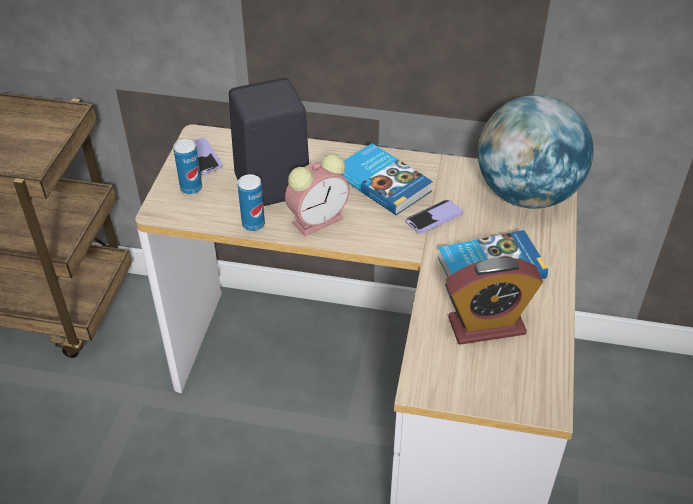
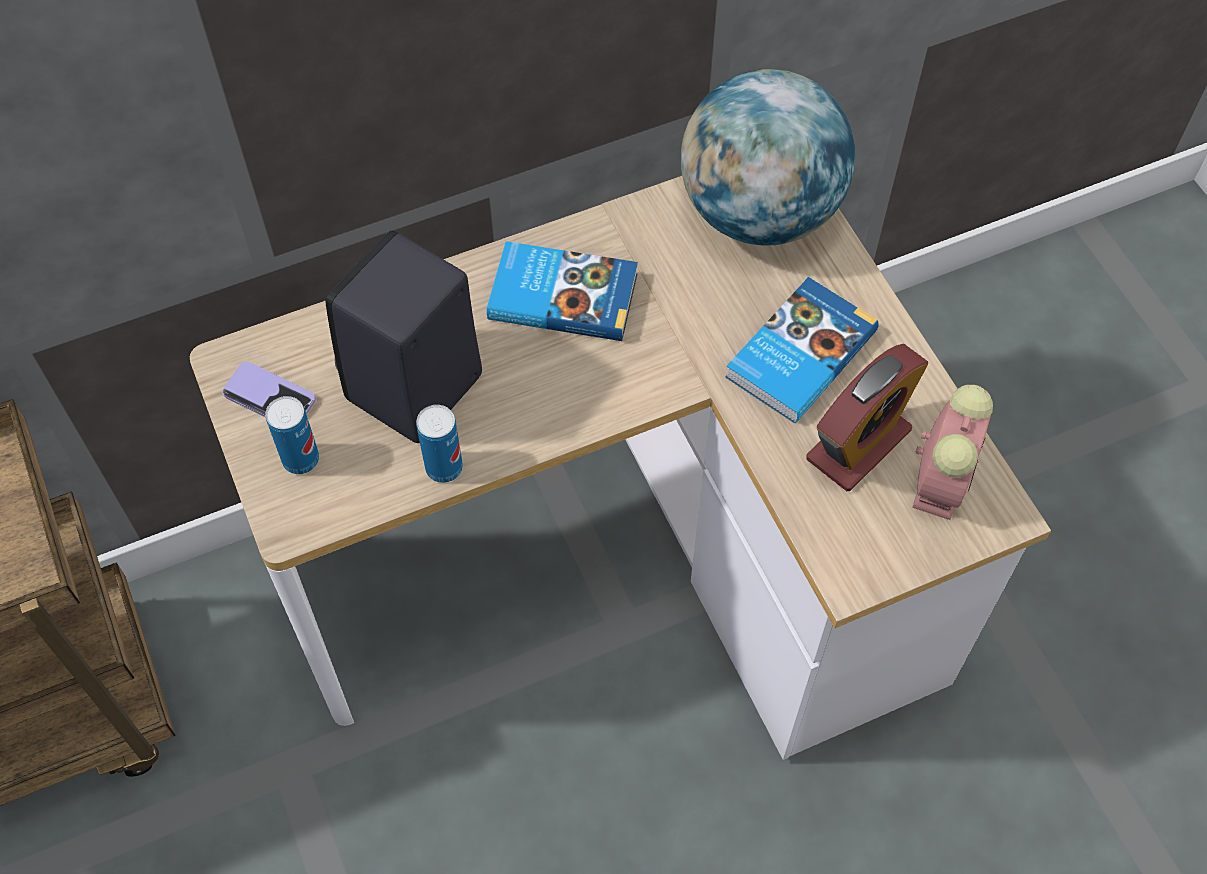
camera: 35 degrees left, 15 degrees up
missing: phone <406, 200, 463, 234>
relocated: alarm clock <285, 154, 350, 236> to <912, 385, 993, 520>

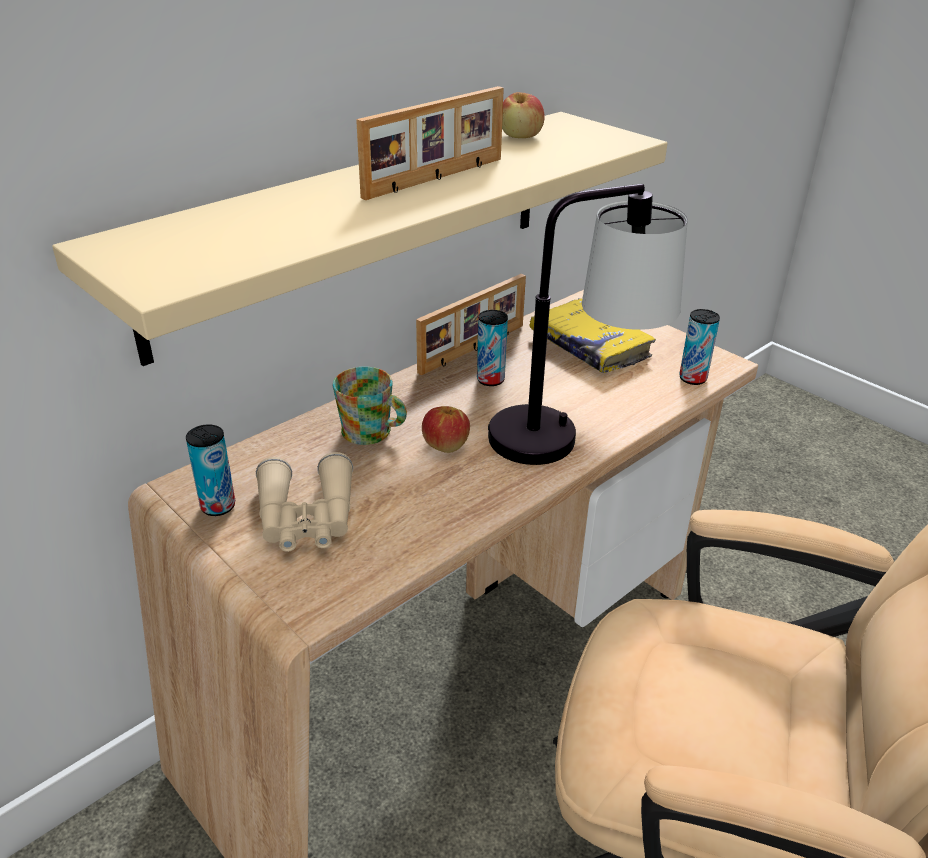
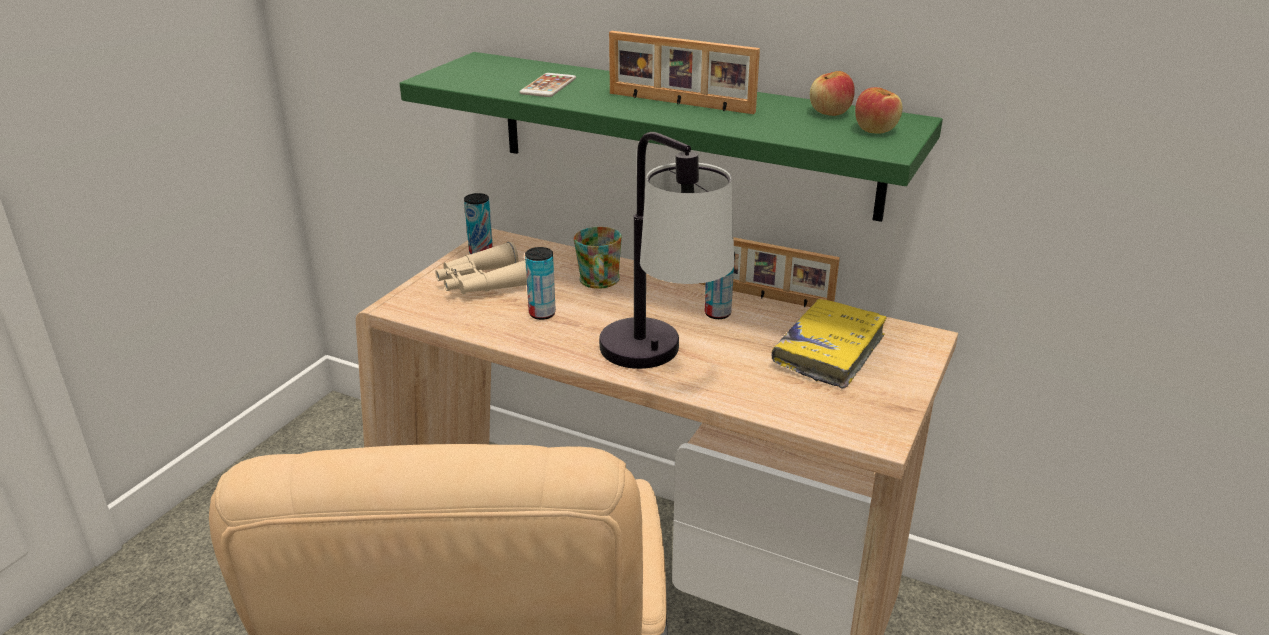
camera: 70 degrees right, 5 degrees down
appeared: phone <520, 73, 576, 97>
relocated: can <679, 309, 720, 385> to <525, 247, 556, 320>; apple <422, 406, 470, 453> to <855, 87, 902, 134>
colour: beige shelf <52, 112, 668, 366> to green shelf <400, 52, 943, 222>

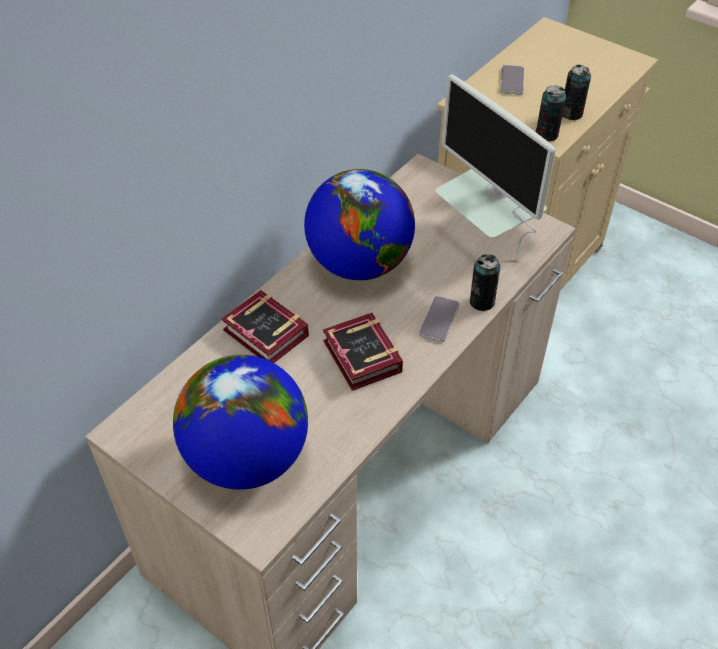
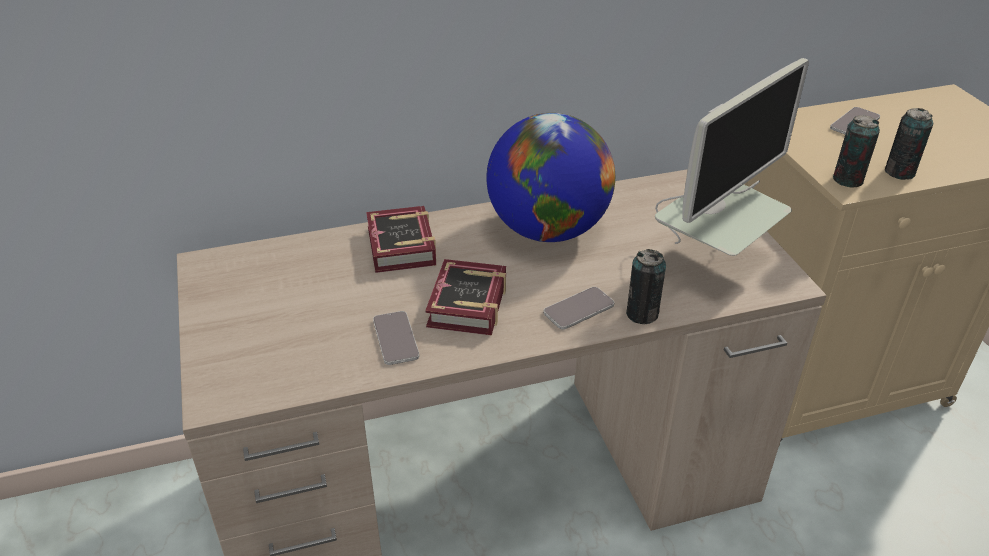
camera: 35 degrees right, 10 degrees down
missing: globe <173, 355, 308, 490>
appeared: phone <373, 311, 419, 365>
spun: monitor <435, 75, 556, 261> = <655, 58, 809, 256> 135 degrees counterclockwise

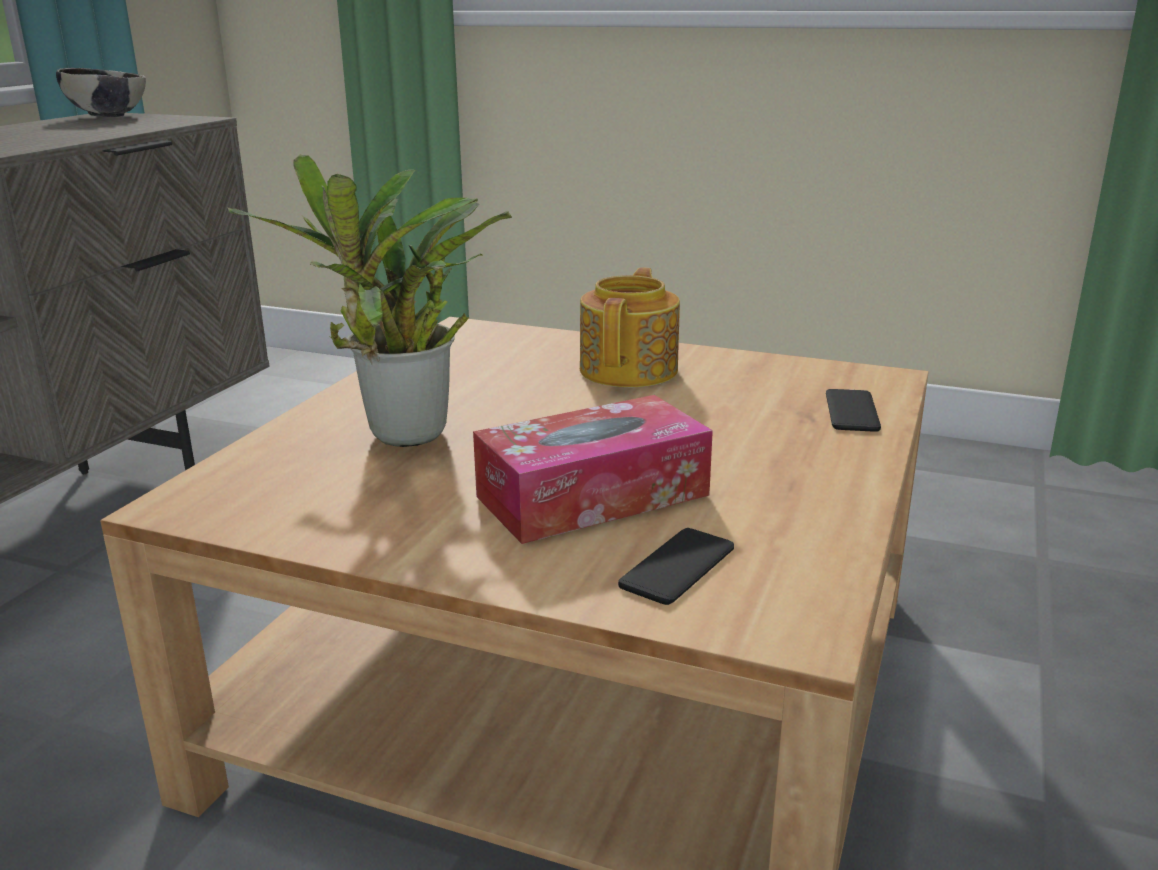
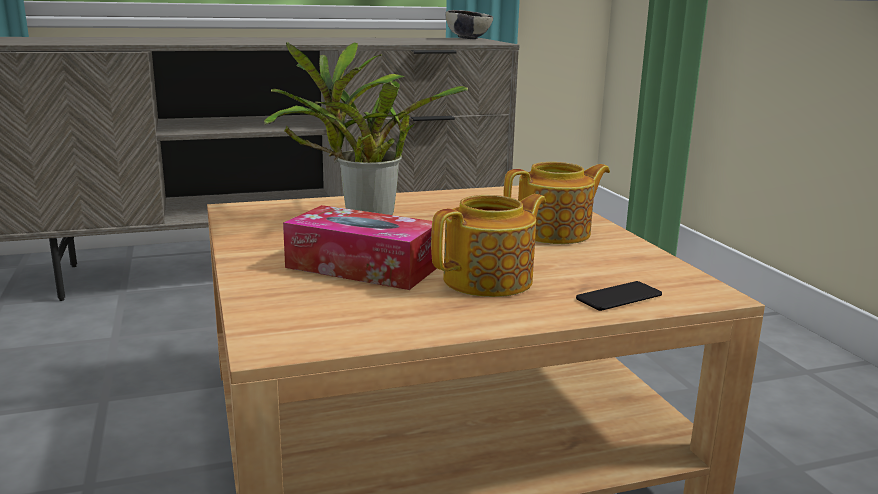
camera: 50 degrees right, 5 degrees down
missing: phone <618, 528, 734, 605>
appeared: teapot <431, 194, 546, 297>

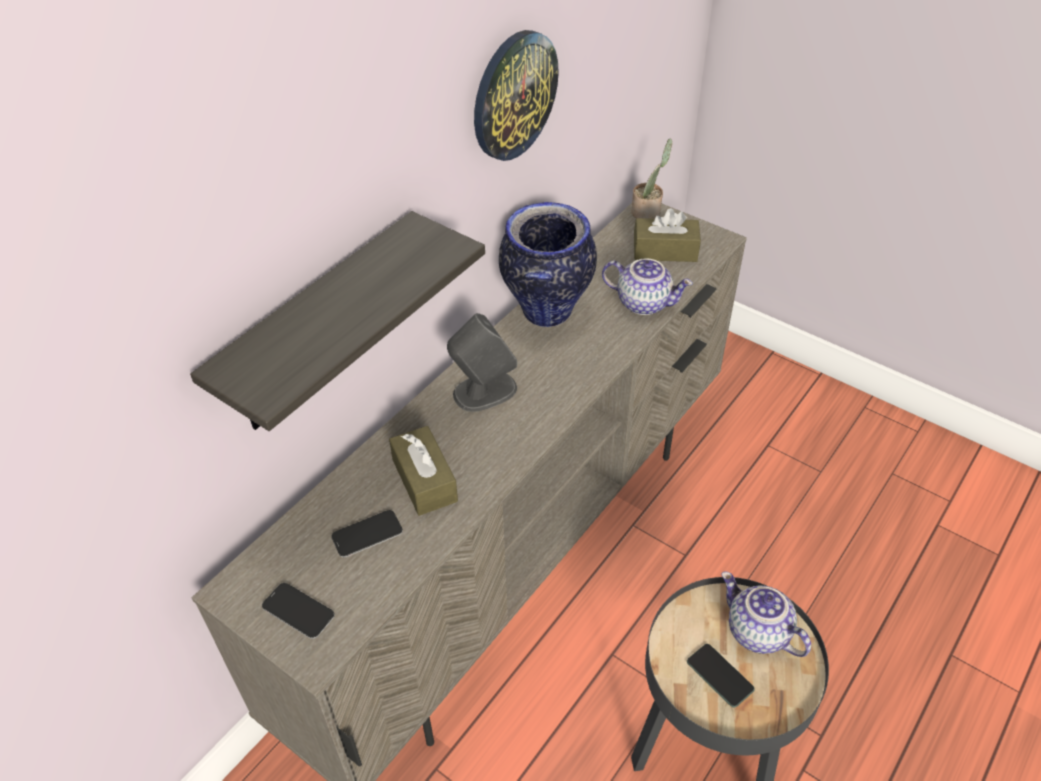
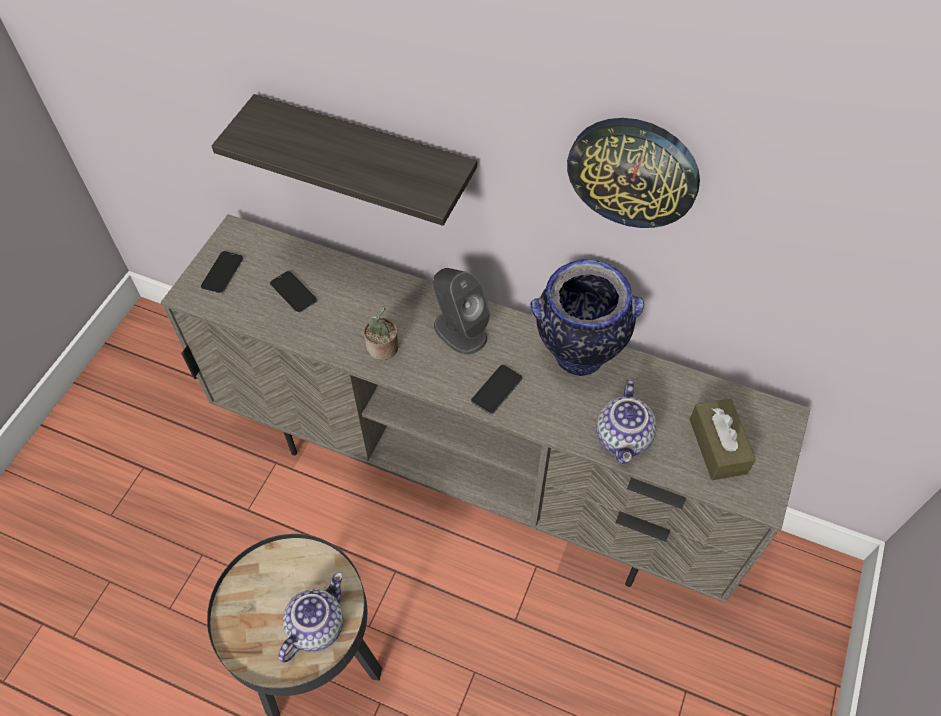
camera: 75 degrees right, 10 degrees up
missing: brown tissue box <389, 426, 458, 516>
relocated: potted plant <631, 138, 672, 219> to <364, 306, 398, 360>; phone <687, 644, 755, 708> to <471, 365, 522, 414>

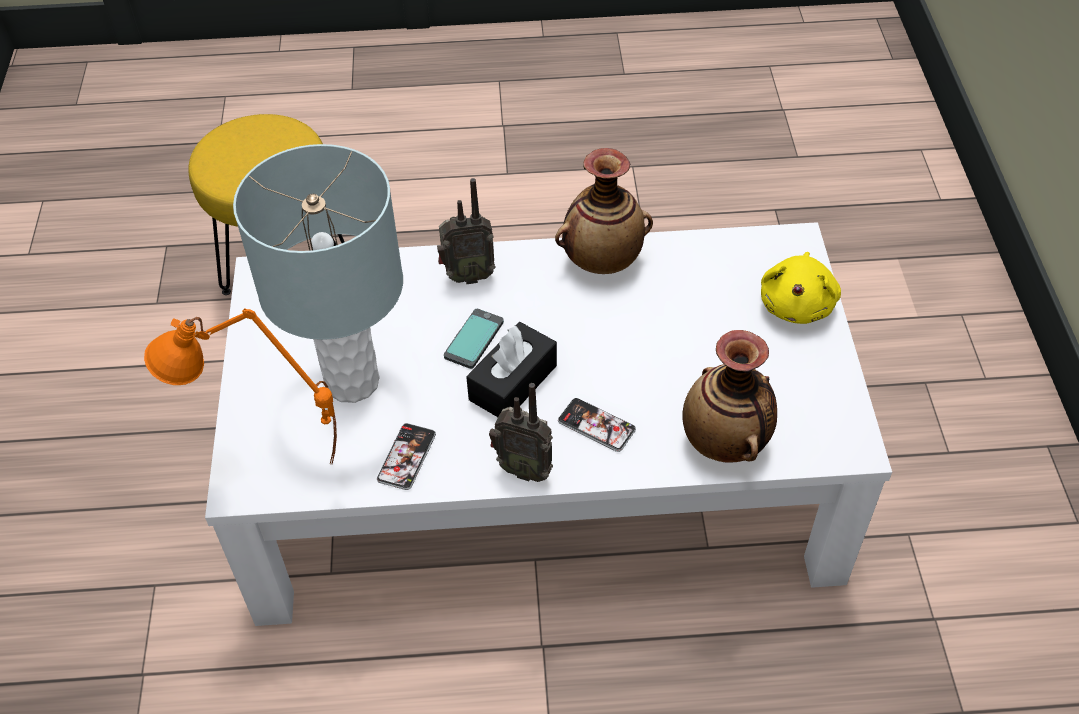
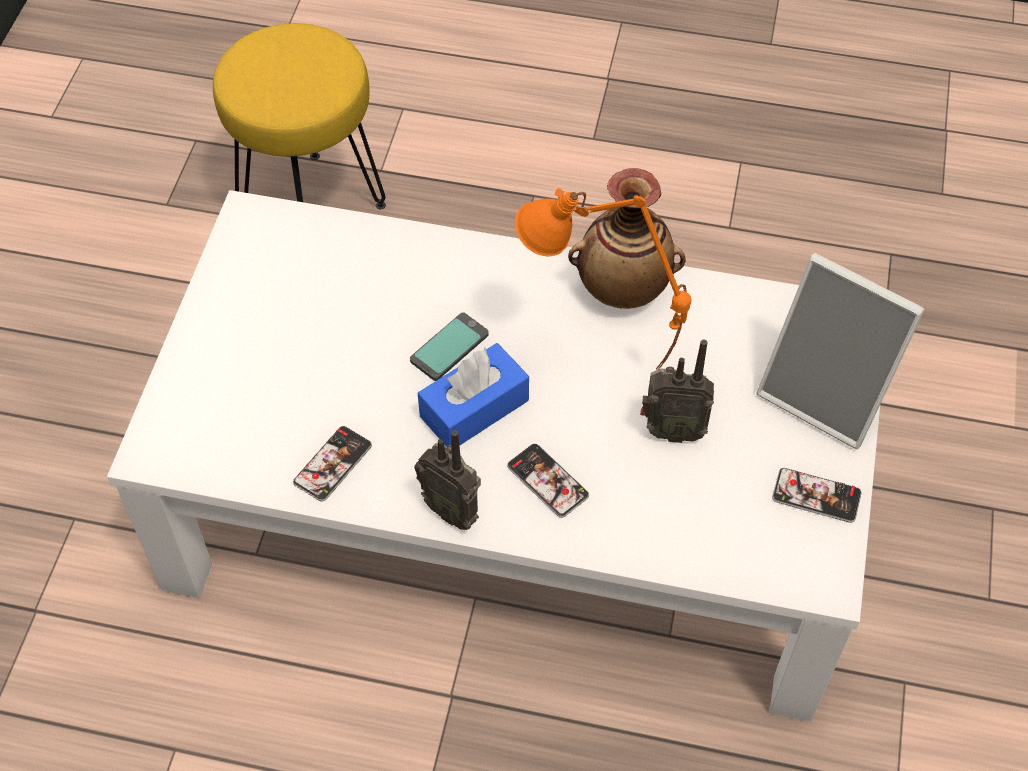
camera: 15 degrees right, 5 degrees up
missing: grey table lamp <233, 144, 403, 403>; vase <682, 330, 777, 463>
appeared: phone <772, 468, 862, 523>
relocated: radio <437, 178, 496, 284> to <640, 340, 714, 443>; orange table lamp <144, 308, 337, 465> to <515, 188, 691, 370>
exchanged: yellow plush toy <761, 252, 841, 324> to picture frame <756, 253, 925, 449>
colour: black tissue box <466, 322, 557, 417> to blue tissue box <418, 343, 529, 447>

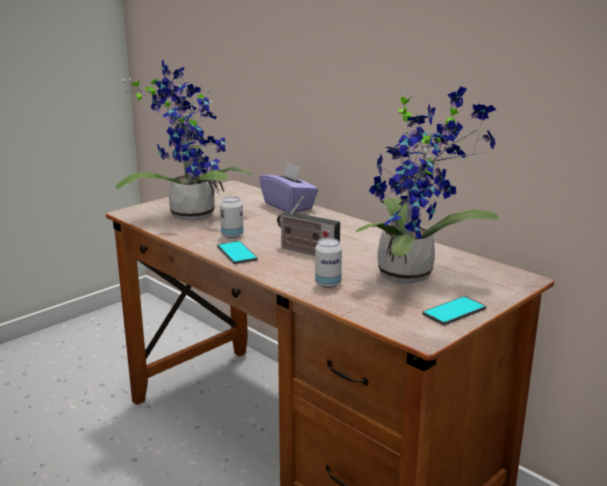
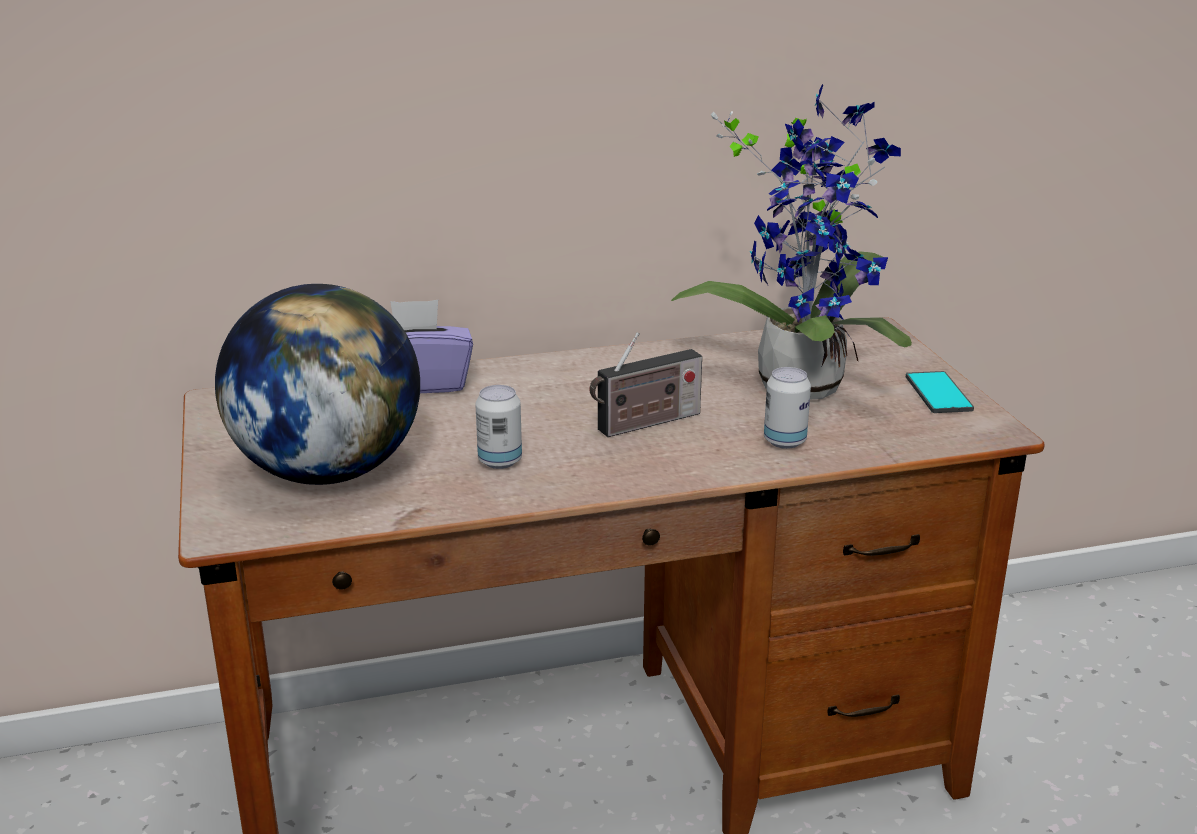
camera: 60 degrees left, 5 degrees up
missing: phone <217, 241, 258, 264>
exchanged: potted plant <115, 59, 253, 221> to globe <215, 284, 420, 485>

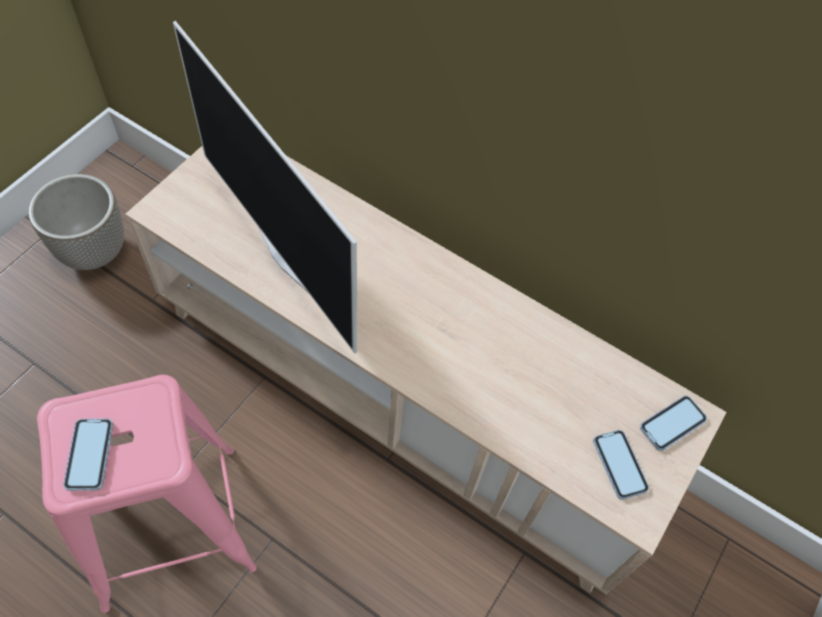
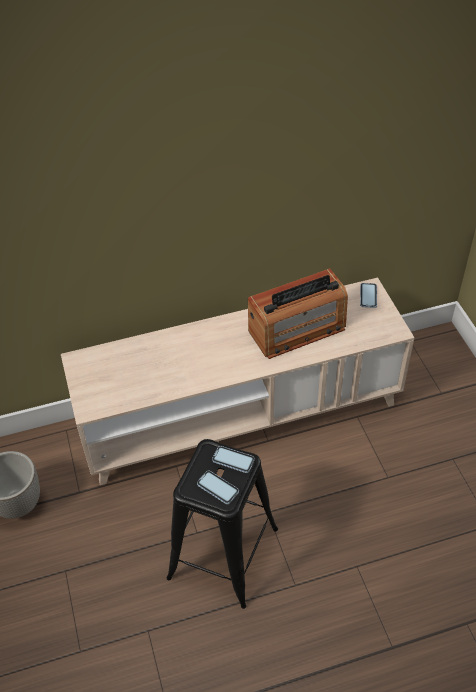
camera: 45 degrees left, 10 degrees down
missing: television <173, 21, 357, 354>
appeared: radio <248, 268, 348, 359>
relocated: phone <593, 430, 649, 500> to <212, 446, 255, 473>
colour: pink stool <37, 375, 257, 613> to black stool <167, 439, 278, 609>

